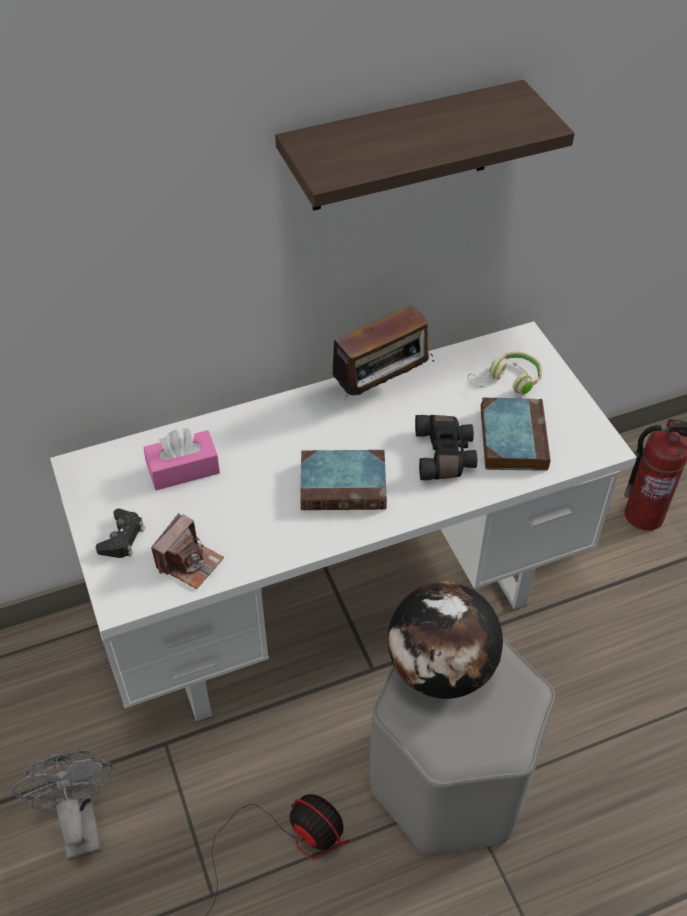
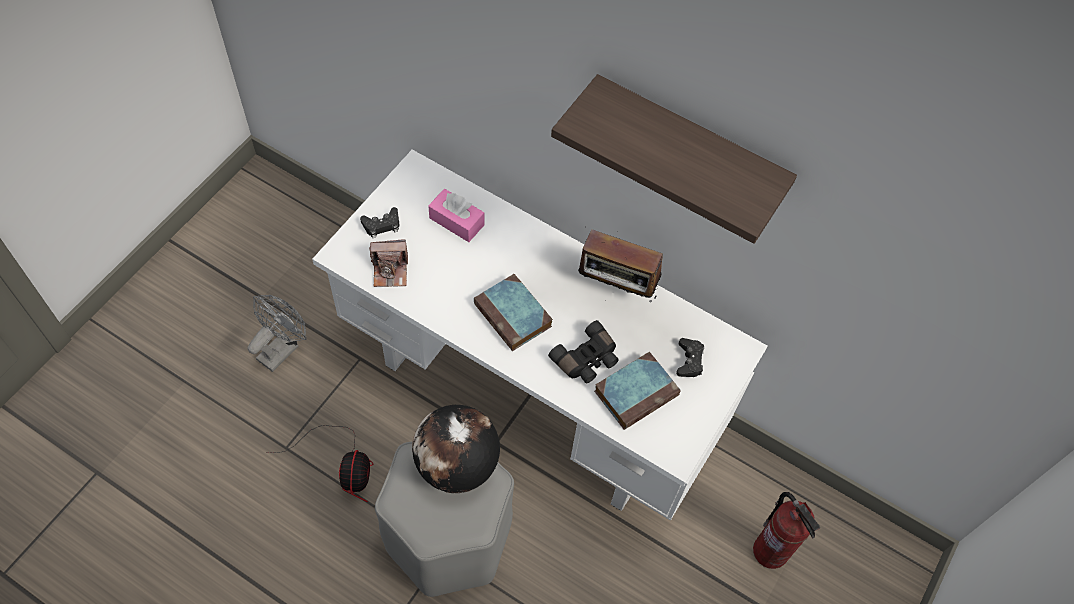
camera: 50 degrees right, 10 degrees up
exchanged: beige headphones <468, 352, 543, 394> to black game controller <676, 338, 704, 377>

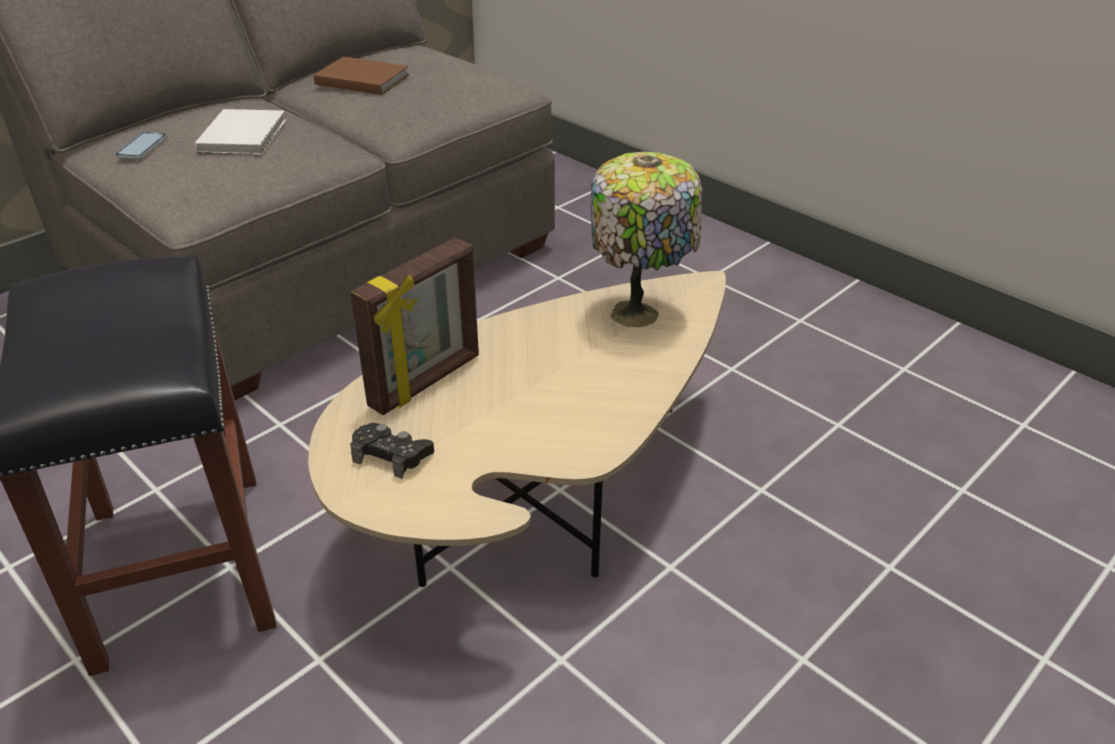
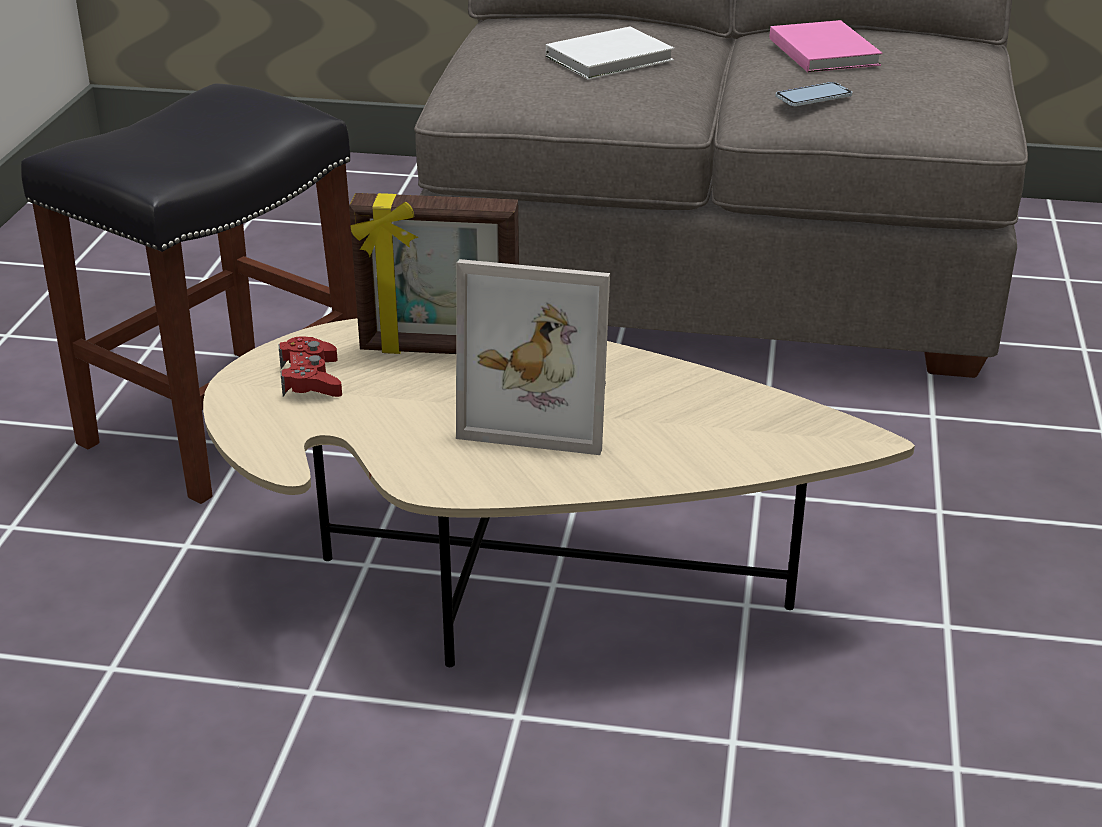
camera: 55 degrees right, 5 degrees down
missing: table lamp <591, 152, 702, 327>
appeared: picture frame <456, 259, 610, 455>
relocated: phone <115, 132, 167, 159> to <776, 82, 852, 106>
colour: brown book <313, 57, 409, 95> to pink book <770, 20, 882, 72>; black game controller <350, 423, 434, 479> to red game controller <278, 336, 342, 397>

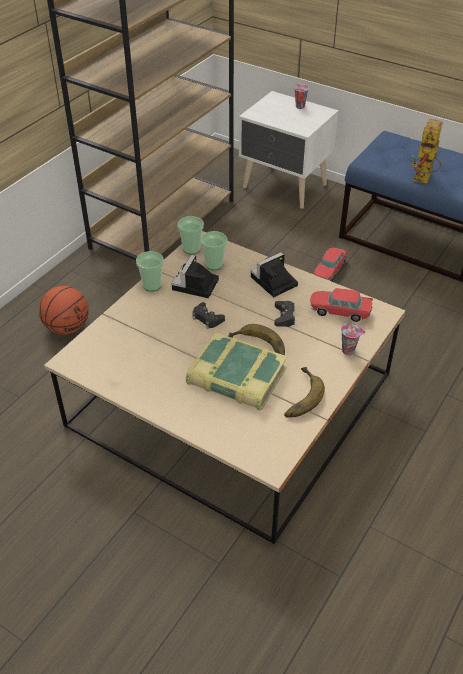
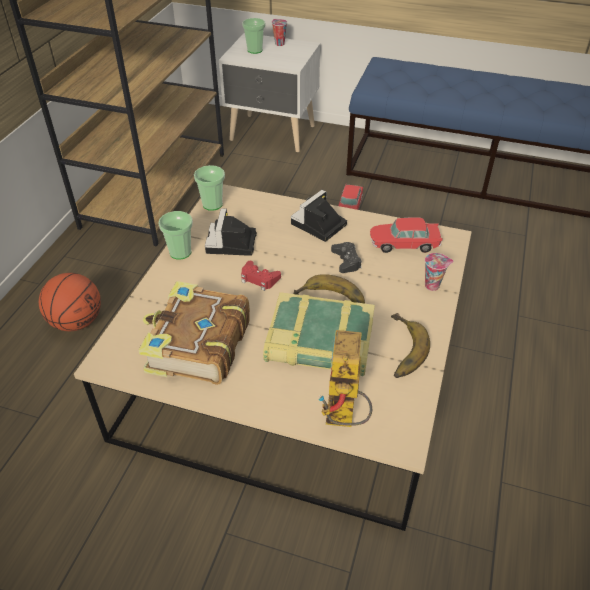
camera: 15 degrees left, 0 degrees up
appeared: book <139, 281, 250, 385>
relocated: toy robot <412, 119, 443, 183> to <318, 330, 373, 427>; cup <200, 231, 227, 270> to <242, 18, 265, 54>
colour: black game controller <192, 302, 225, 329> to red game controller <241, 261, 281, 291>

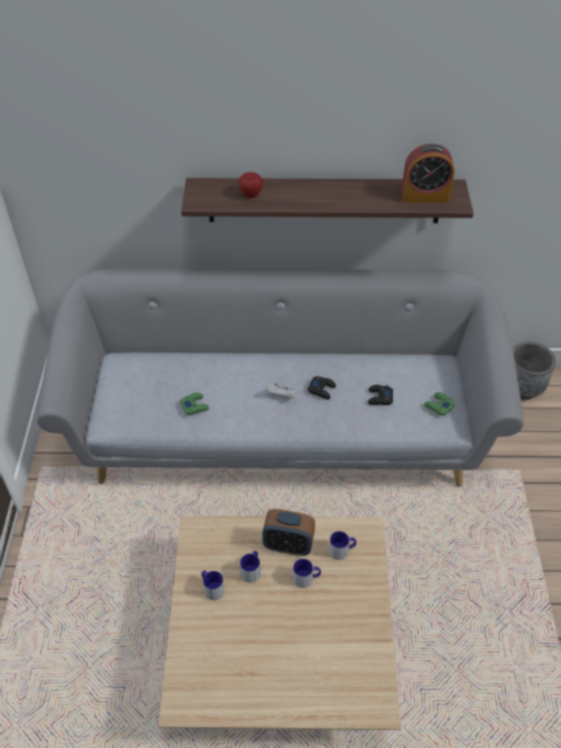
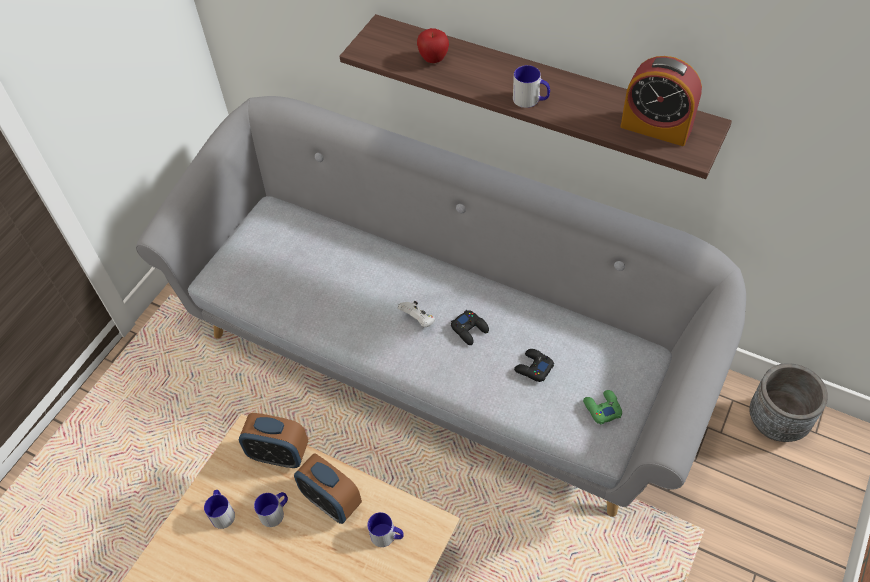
camera: 30 degrees right, 5 degrees up
missing: green game controller <180, 392, 209, 415>
appeared: alarm clock <239, 413, 308, 468>
relocated: mug <293, 559, 321, 588> to <513, 65, 550, 108>

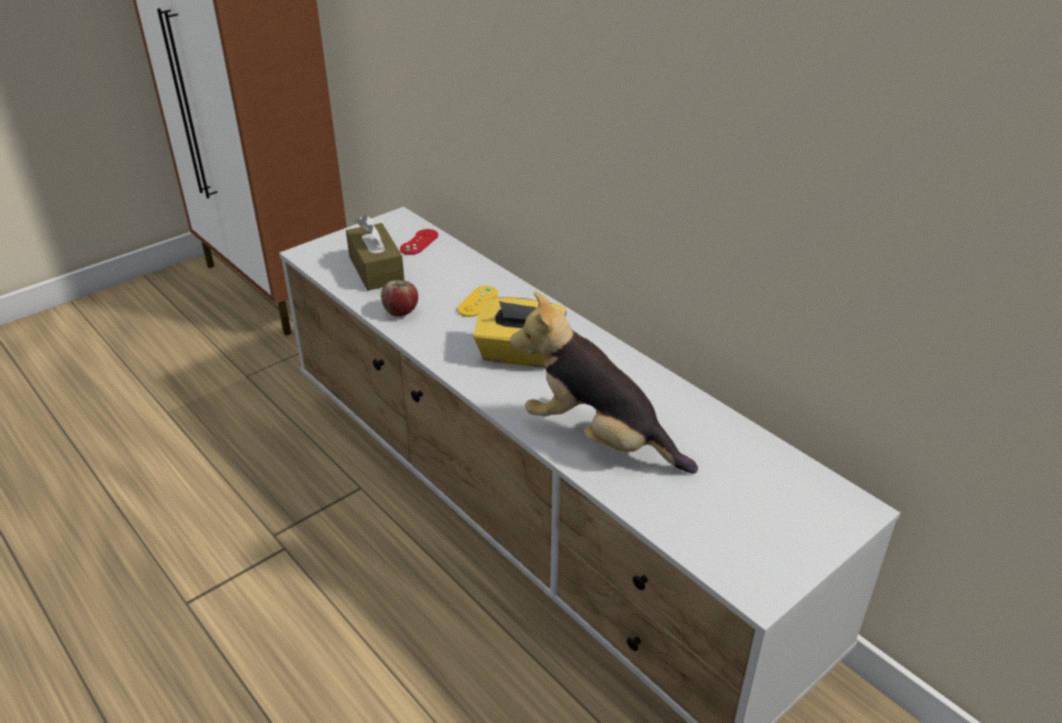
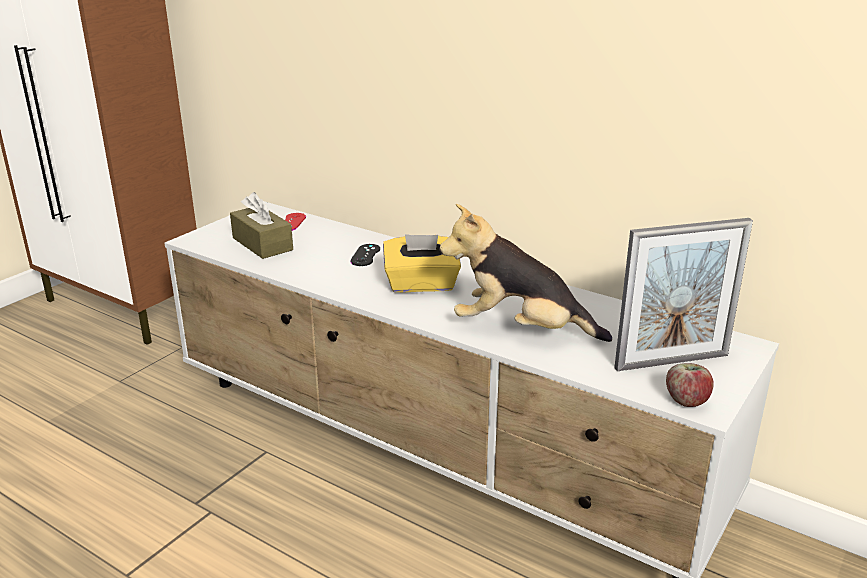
camera: 15 degrees left, 10 degrees down
appeared: picture frame <614, 218, 753, 371>
relocated: apple <381, 280, 418, 317> to <666, 363, 714, 407>
colour: yellow game controller <457, 286, 498, 317> to black game controller <350, 244, 380, 266>

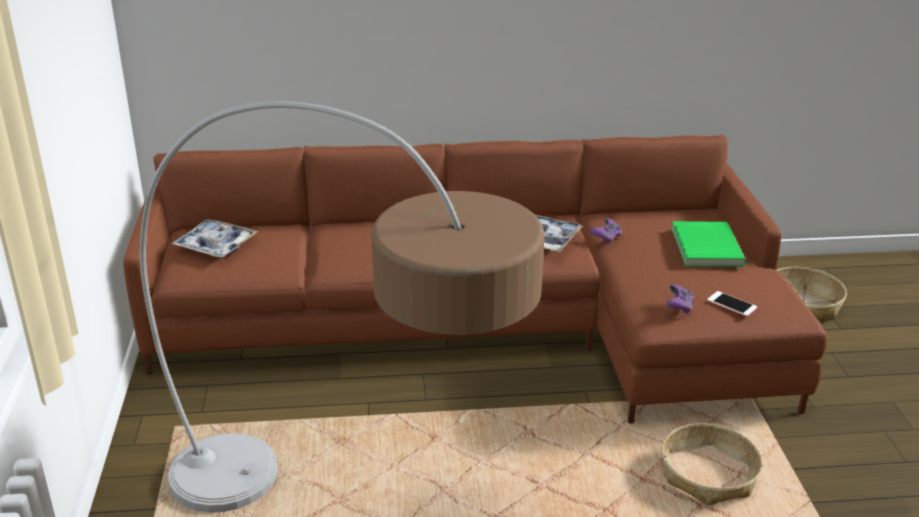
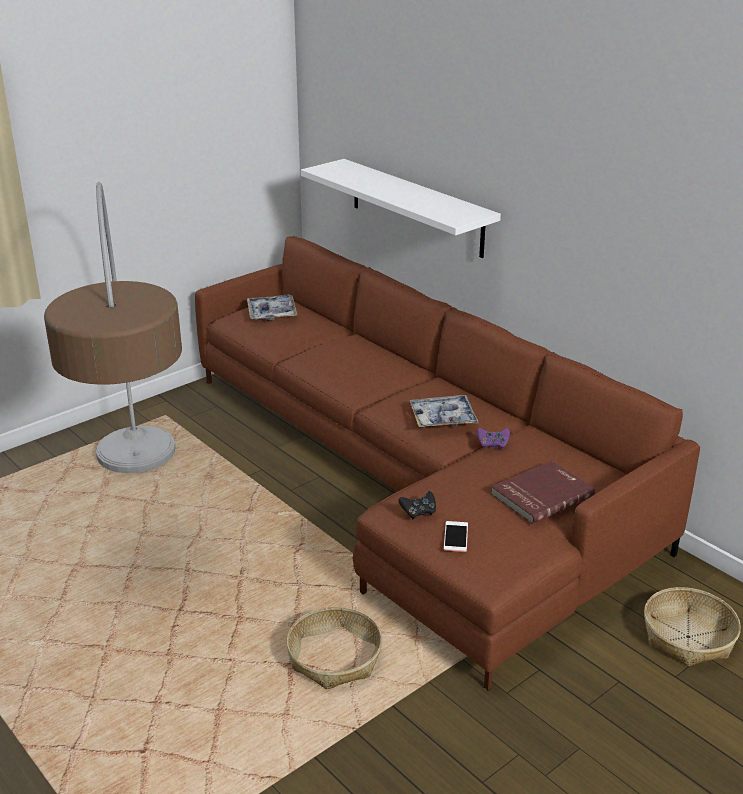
camera: 55 degrees right, 0 degrees up
appeared: white shelf <301, 159, 501, 258>
colour: green book <671, 221, 746, 267> to red book <491, 461, 595, 524>; purple game controller <667, 284, 694, 314> to black game controller <399, 491, 436, 520>

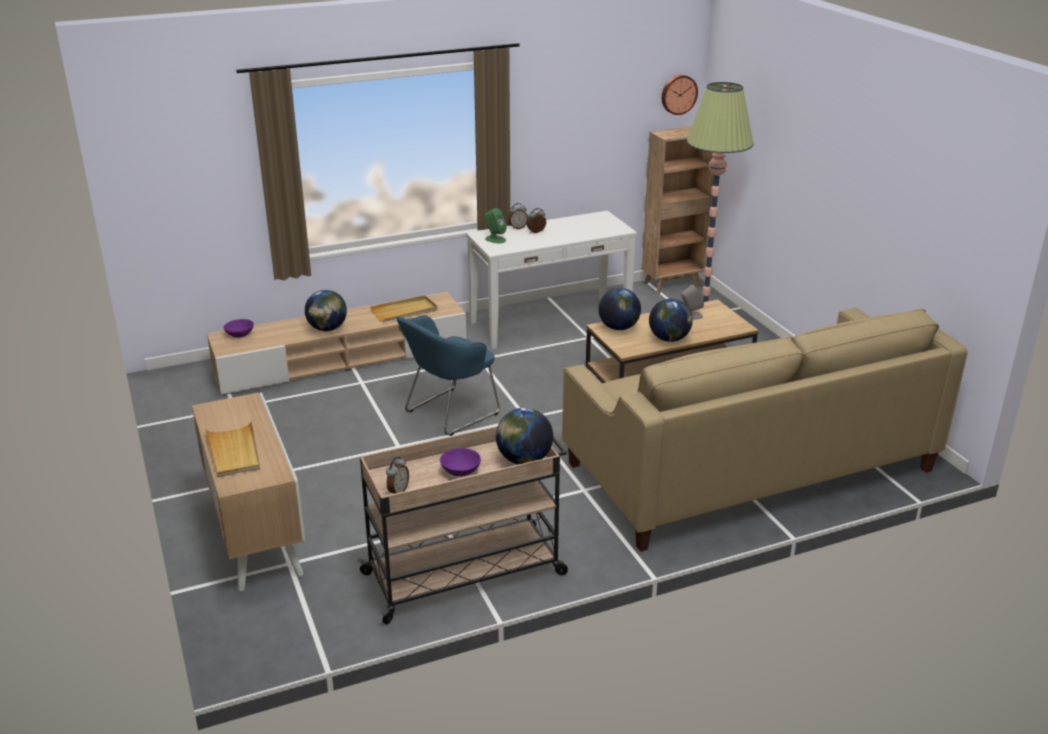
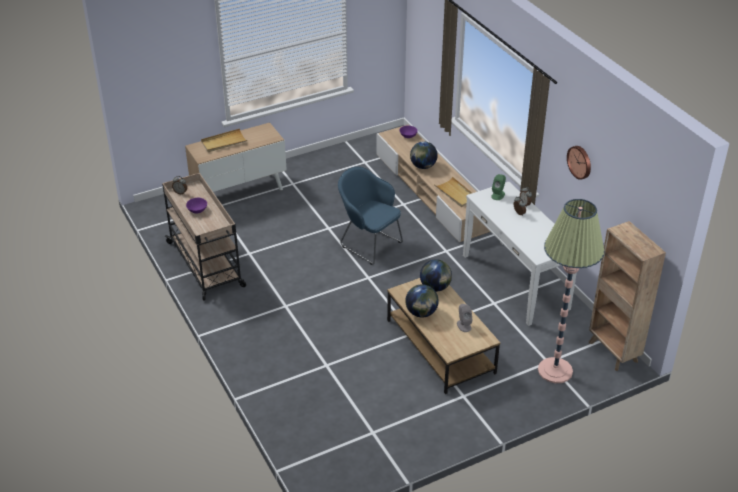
camera: 85 degrees right, 10 degrees up
missing: beige sofa <562, 308, 968, 552>; globe <496, 408, 553, 464>
relocated: wall clock <662, 75, 698, 115> to <567, 146, 591, 180>

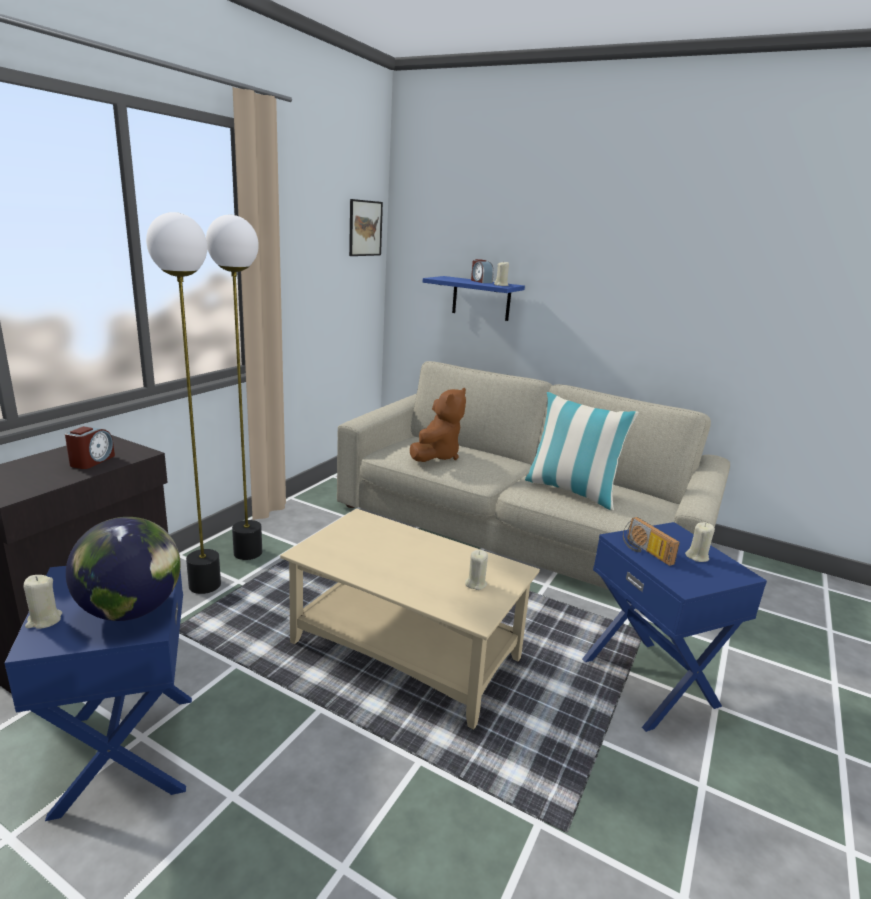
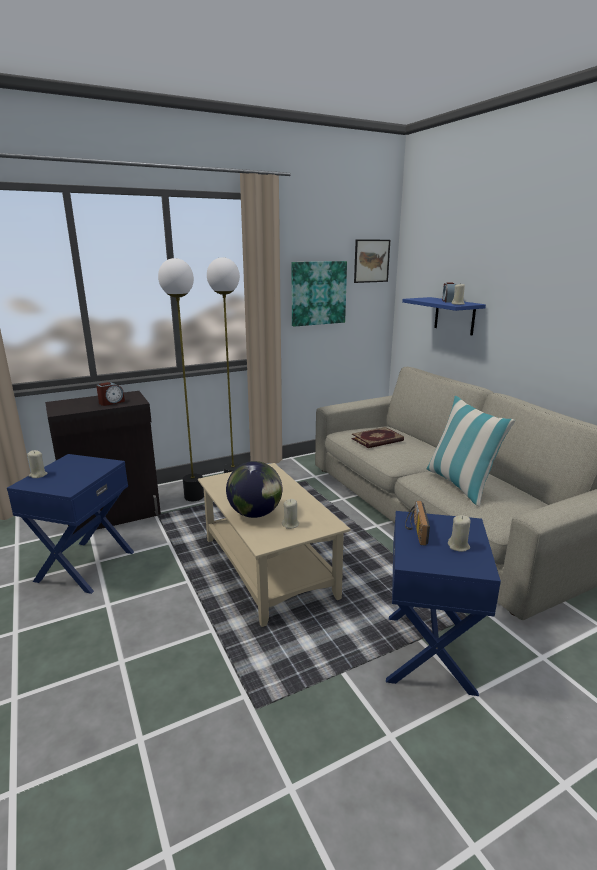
camera: 35 degrees right, 0 degrees up
appeared: picture <291, 261, 347, 327>
relocated: globe <66, 517, 180, 621> to <226, 461, 282, 518>
exchanged: brown plush toy <410, 388, 466, 462> to book <351, 427, 404, 448>

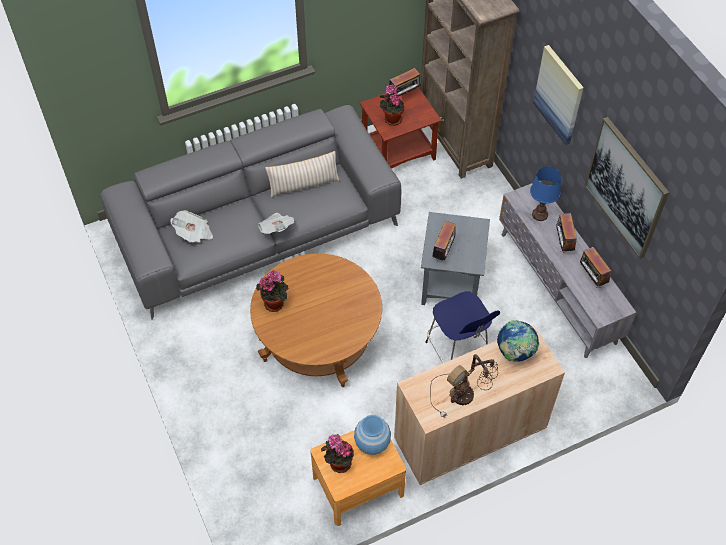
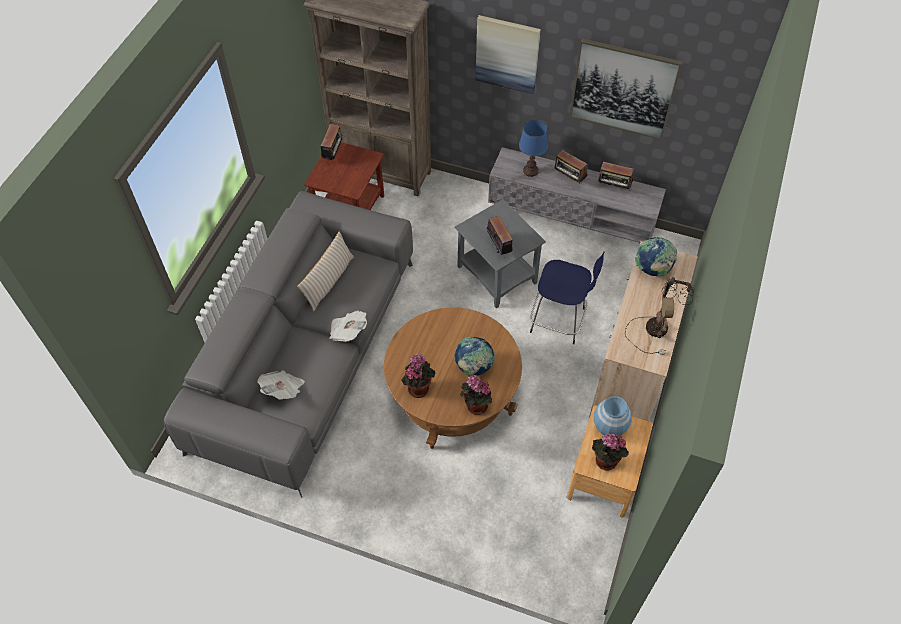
camera: 45 degrees left, 0 degrees up
appeared: globe <455, 336, 495, 376>
relocated: potted plant <380, 84, 405, 126> to <460, 375, 492, 415>

